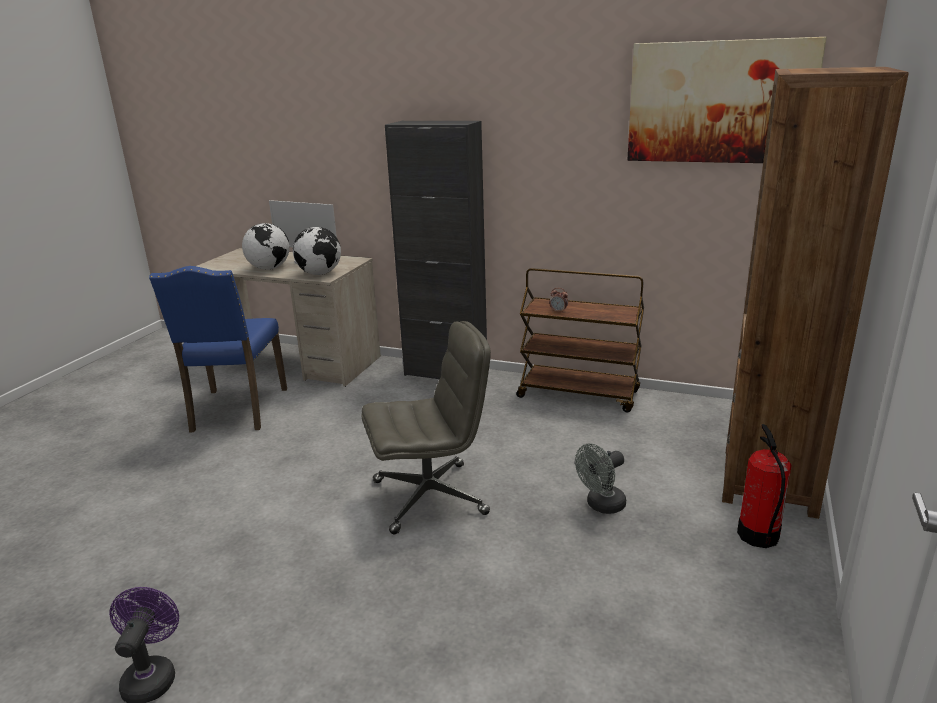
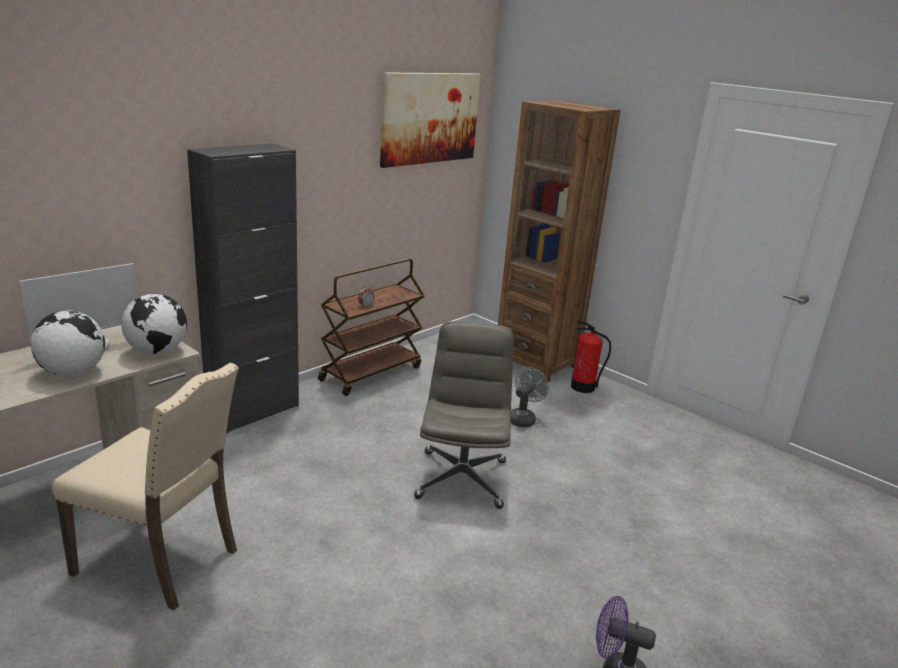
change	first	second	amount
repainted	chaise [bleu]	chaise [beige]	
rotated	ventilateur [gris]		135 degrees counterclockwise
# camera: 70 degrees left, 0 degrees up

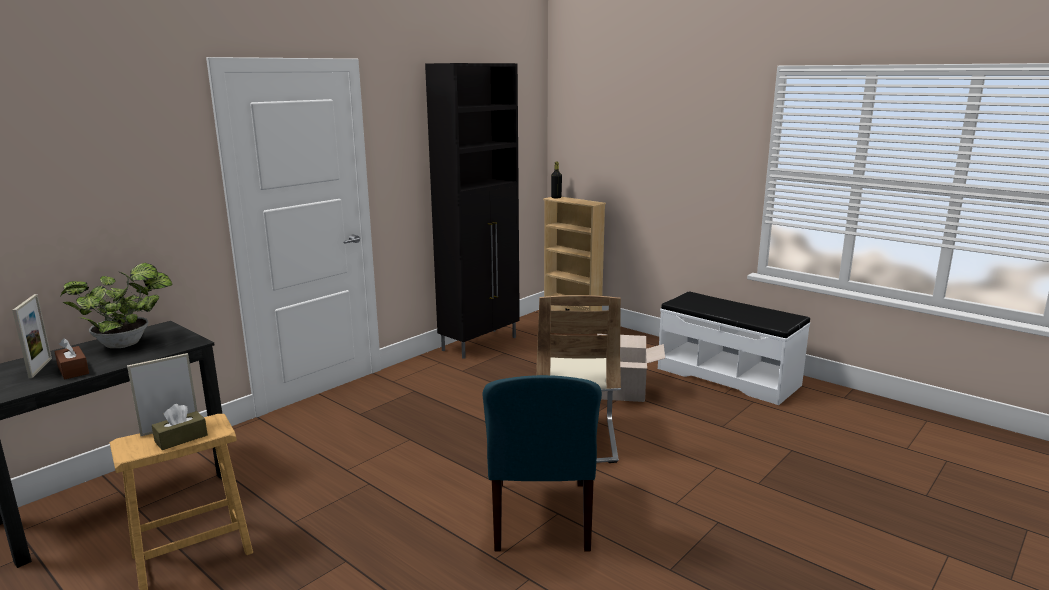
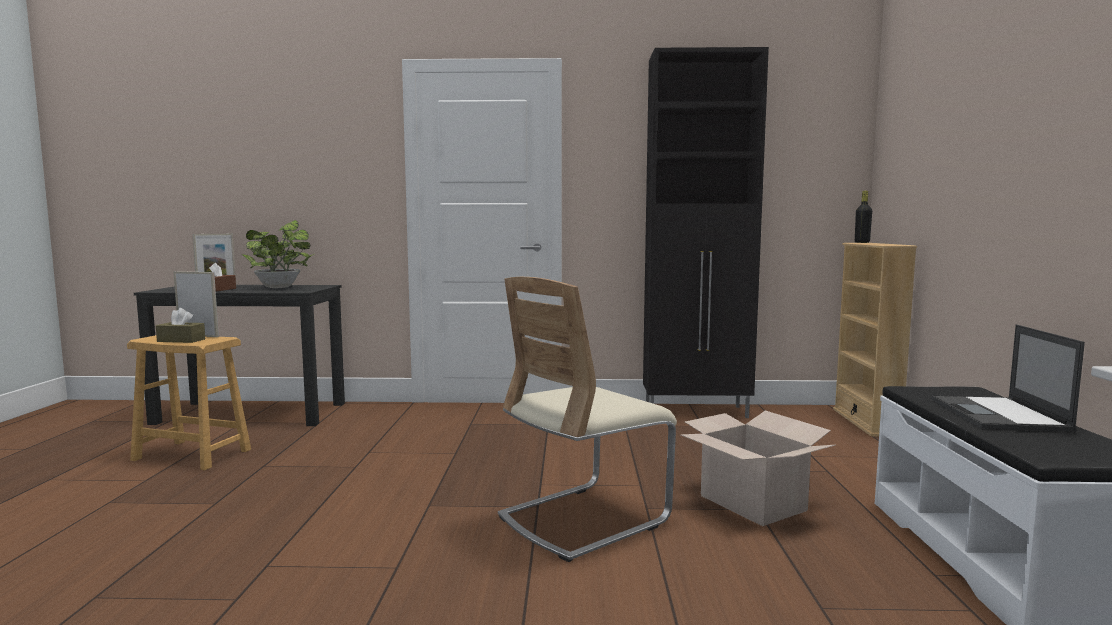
change	first	second	amount
gone	chaise [bleu]		
new		ordinateur portable	
# camera: 50 degrees right, 10 degrees down

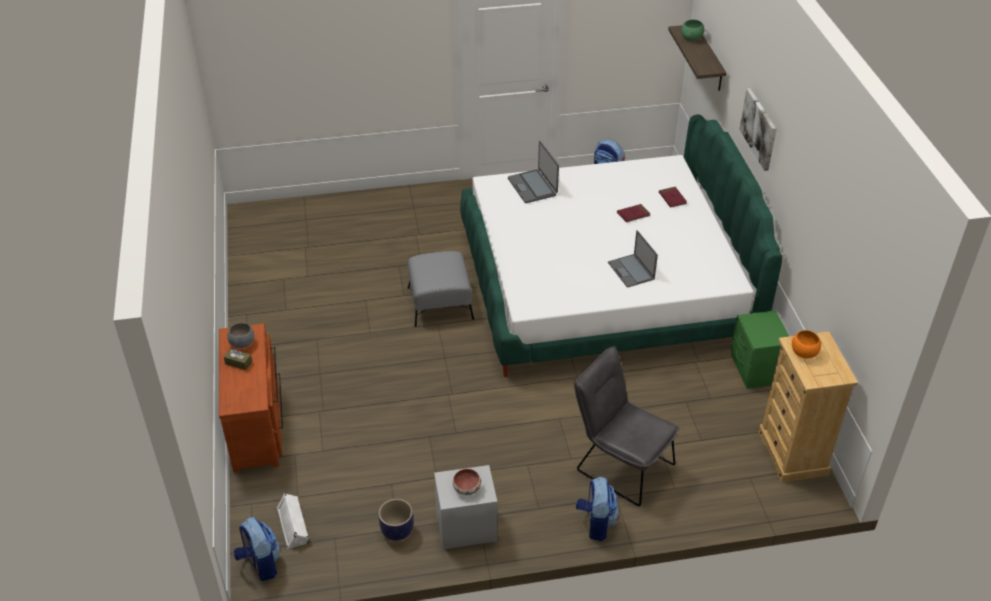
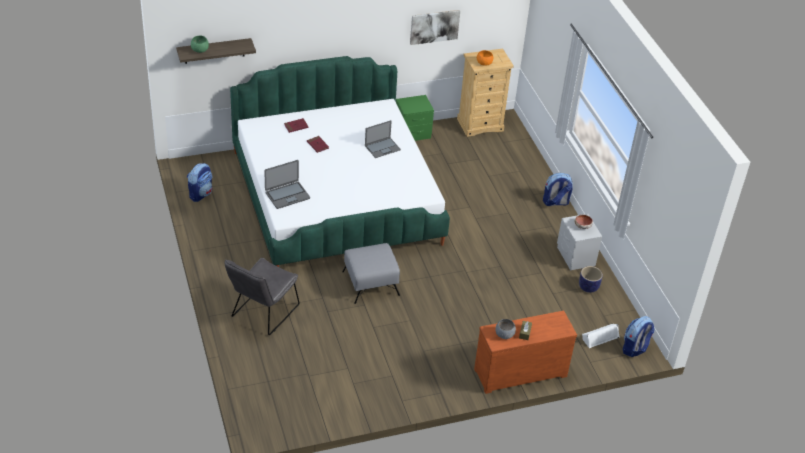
change	first	second	amount
shifted	chaise [gris]		
shifted	tableau		
# camera: 100 degrees left, 0 degrees up

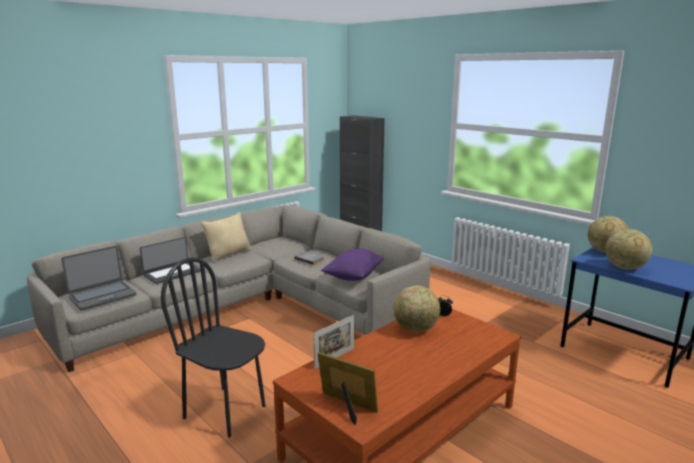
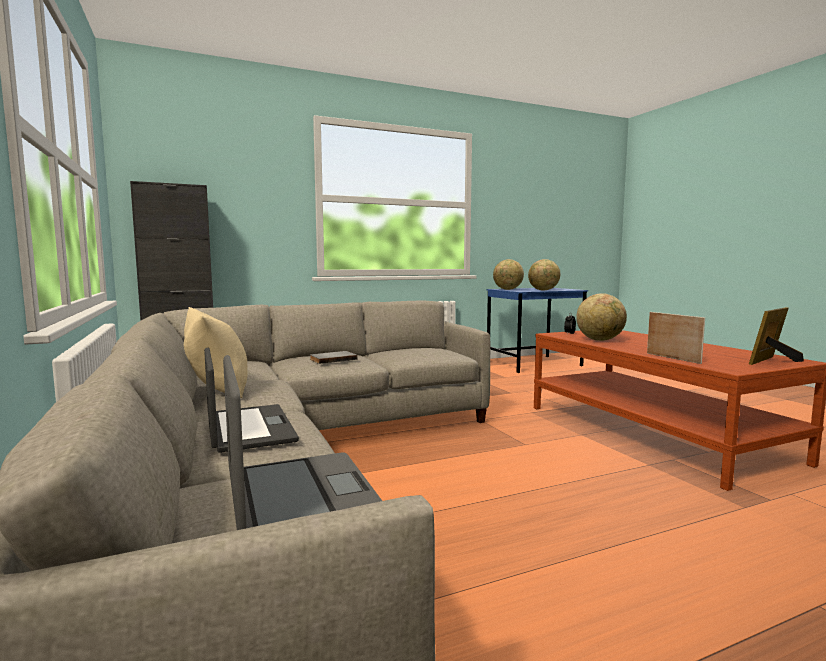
change	first	second	amount
gone	chaise [noir]		
gone	coussin [violet]		
# camera: 70 degrees left, 10 degrees down

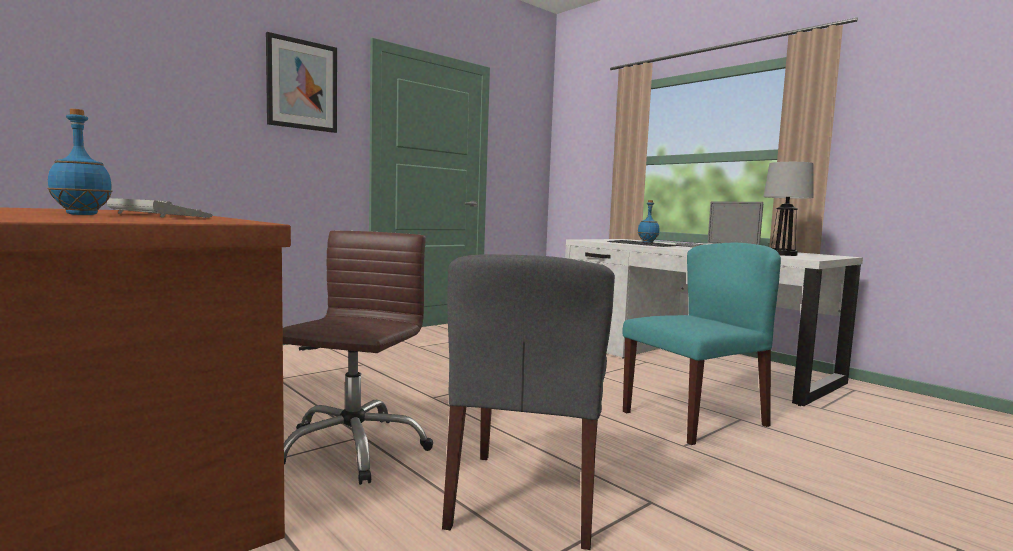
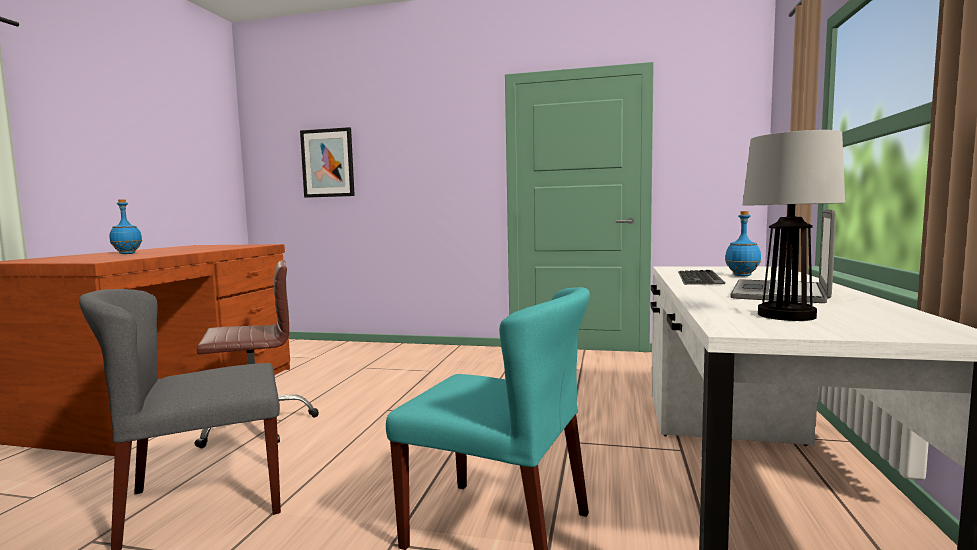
change	first	second	amount
gone	clavier (no. 1 from left)		
shifted	tableau		
# camera: 55 degrees right, 0 degrees up

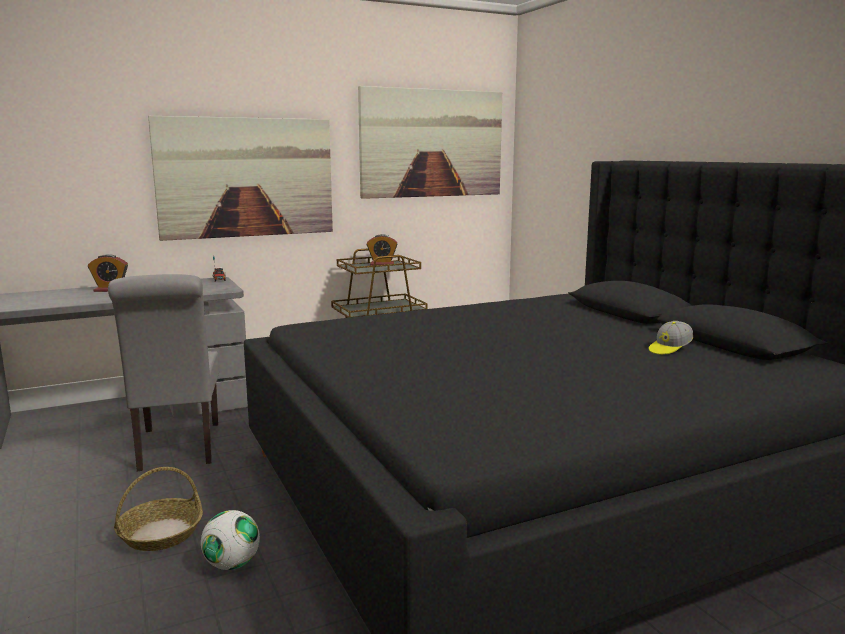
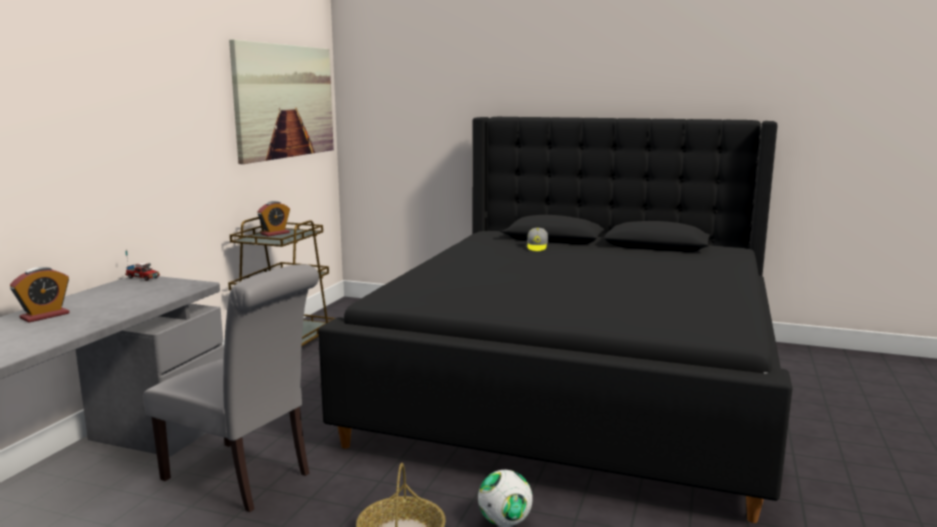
change	first	second	amount
gone	tableau (no. 1 from left)		
shifted	casquette		
# camera: 45 degrees left, 0 degrees up

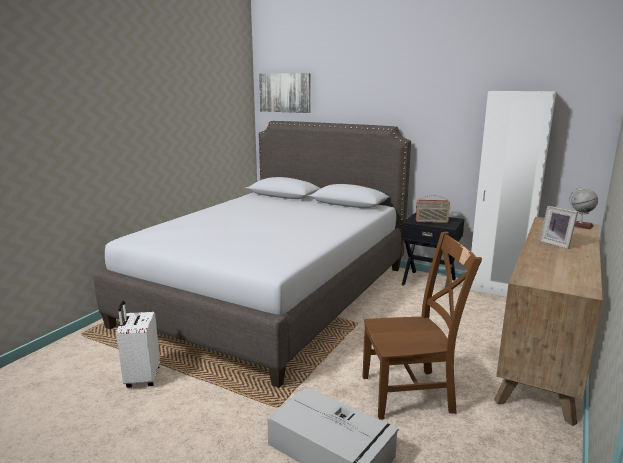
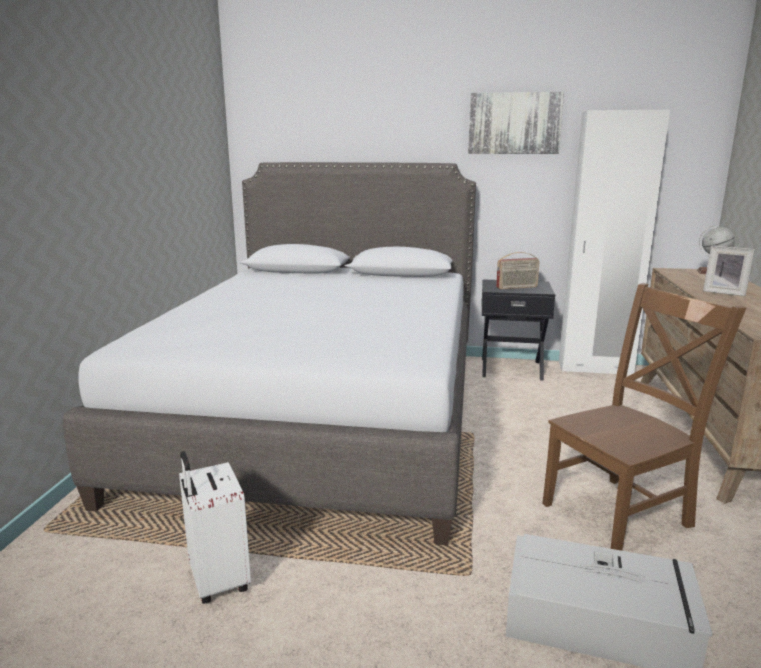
change	first	second	amount
shifted	tableau		
# camera: 20 degrees left, 0 degrees up

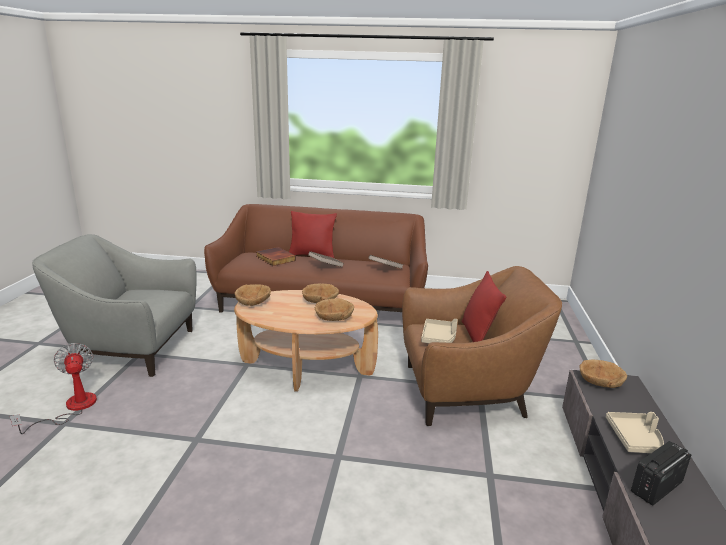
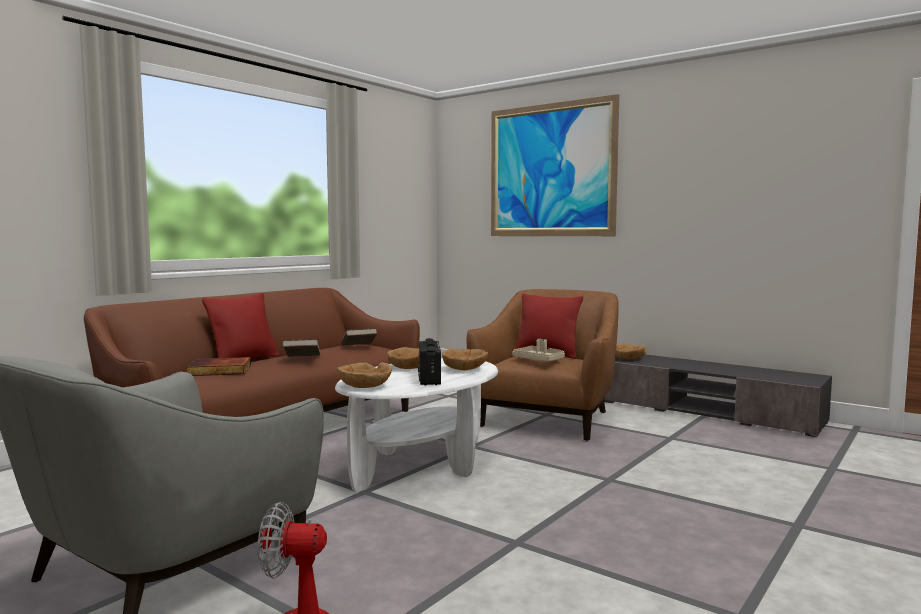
change	first	second	amount
gone	plateau [beige] (no. 2 from left)		
new		tableau	
shifted	radio		
repainted	table basse [marron]	table basse [blanc]	
# camera: 60 degrees left, 15 degrees down

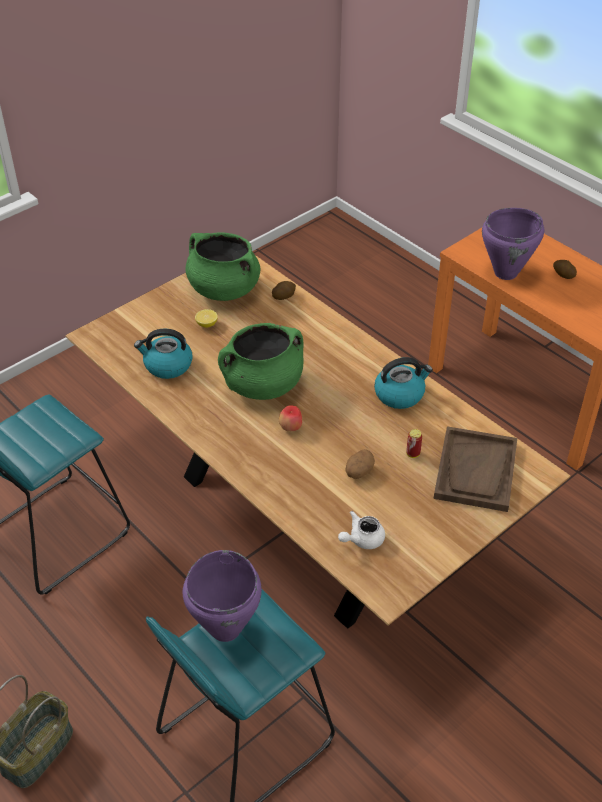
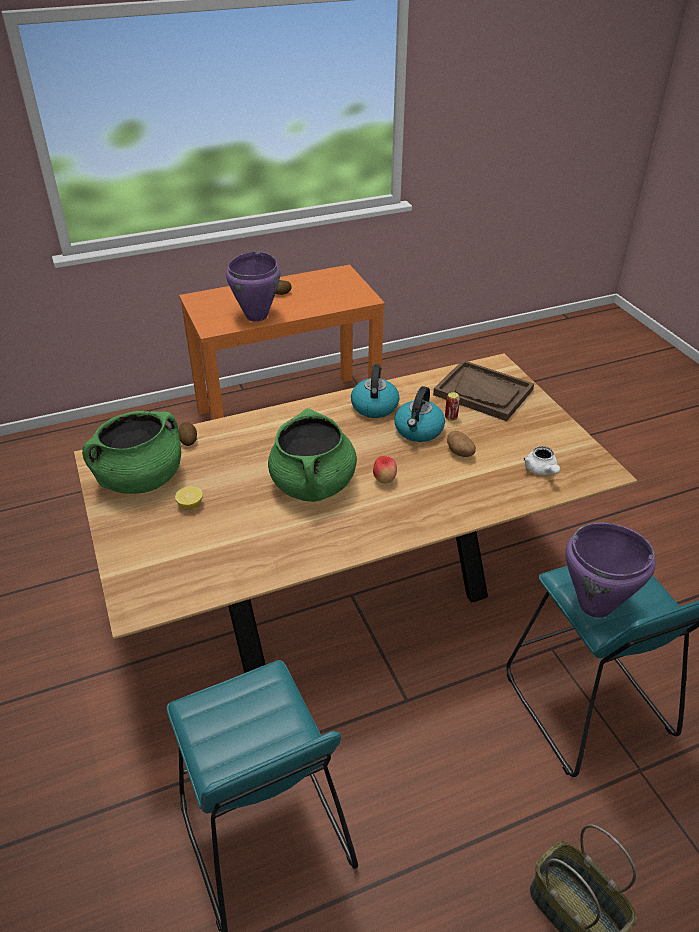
change	first	second	amount
shifted	bouilloire (no. 1 from left in the first image)	bouilloire (no. 2 from left)	
# camera: 70 degrees left, 5 degrees down

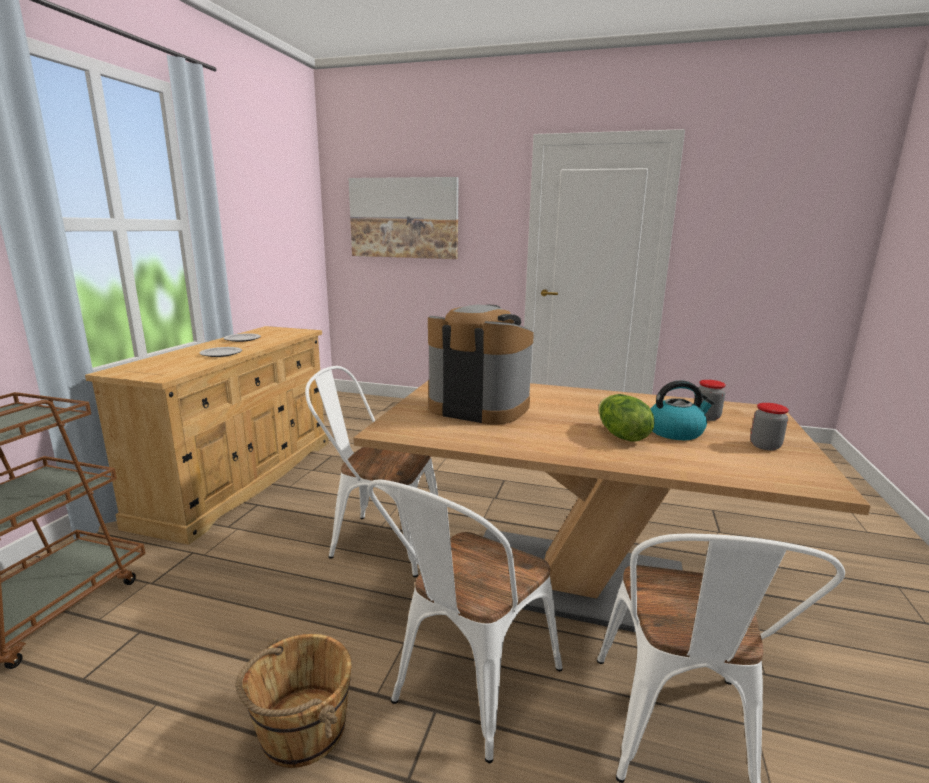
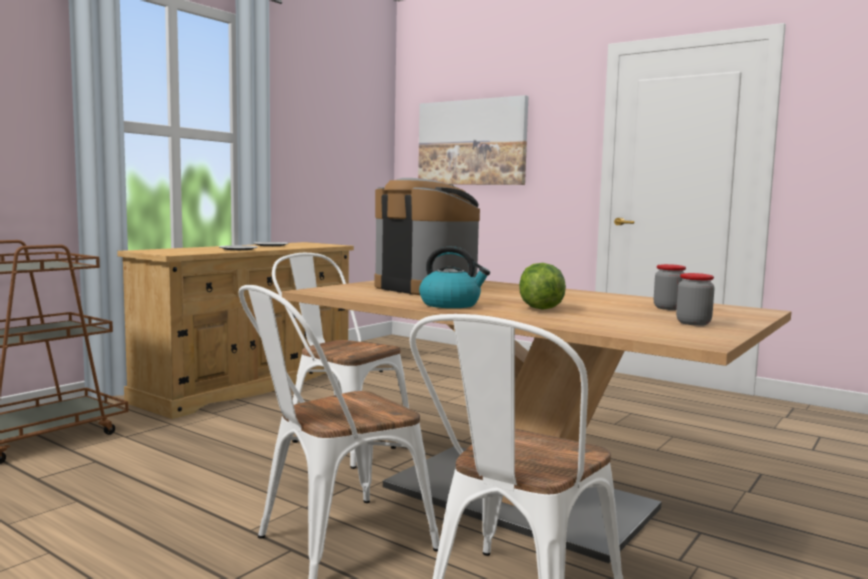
change	first	second	amount
gone	seau [marron]		
shifted	bouilloire		
# camera: 20 degrees right, 10 degrees down

